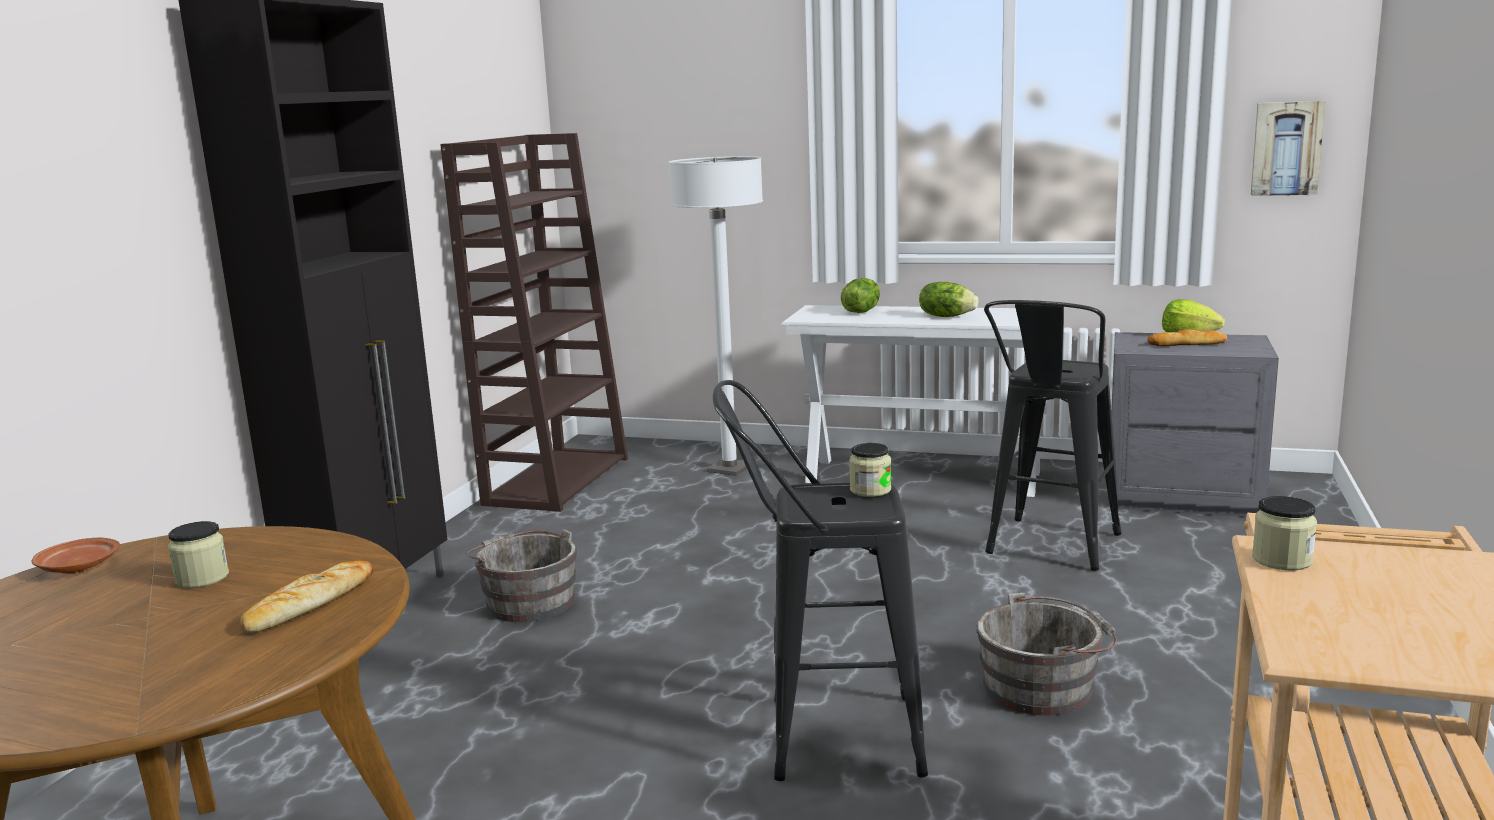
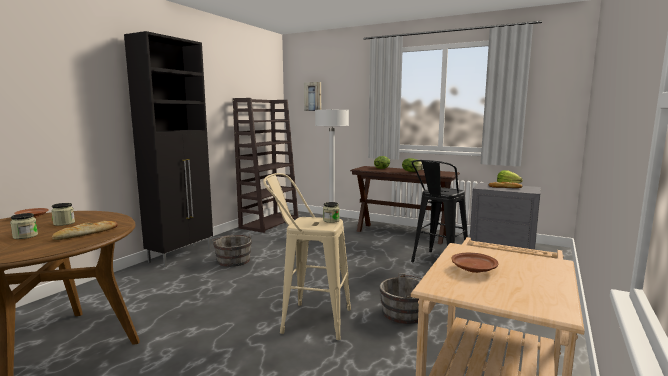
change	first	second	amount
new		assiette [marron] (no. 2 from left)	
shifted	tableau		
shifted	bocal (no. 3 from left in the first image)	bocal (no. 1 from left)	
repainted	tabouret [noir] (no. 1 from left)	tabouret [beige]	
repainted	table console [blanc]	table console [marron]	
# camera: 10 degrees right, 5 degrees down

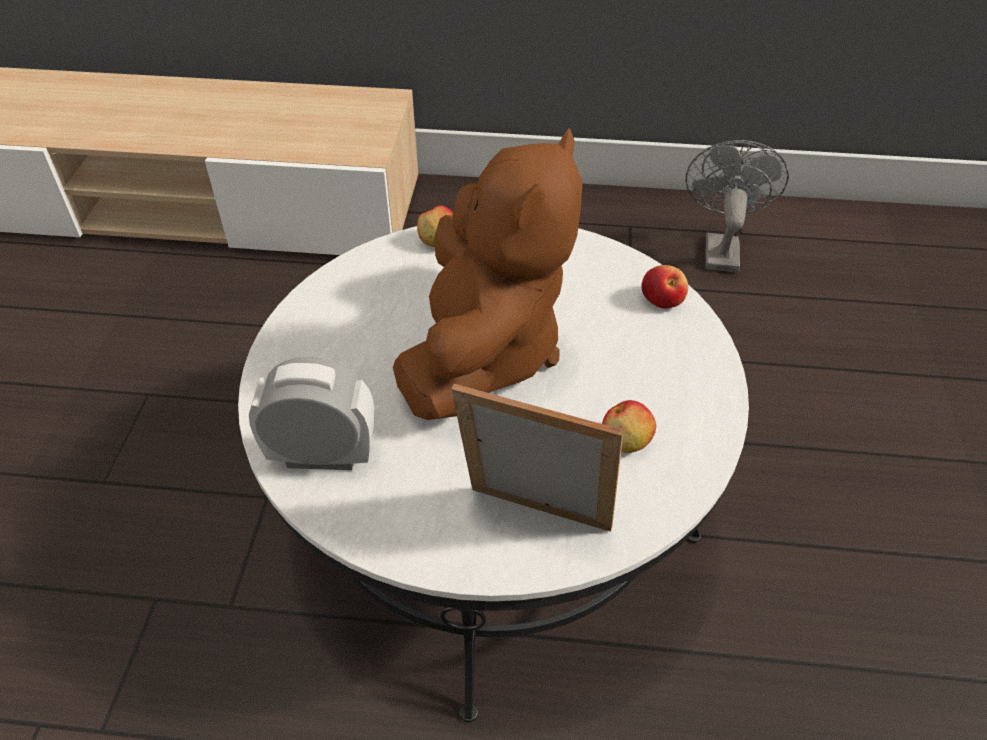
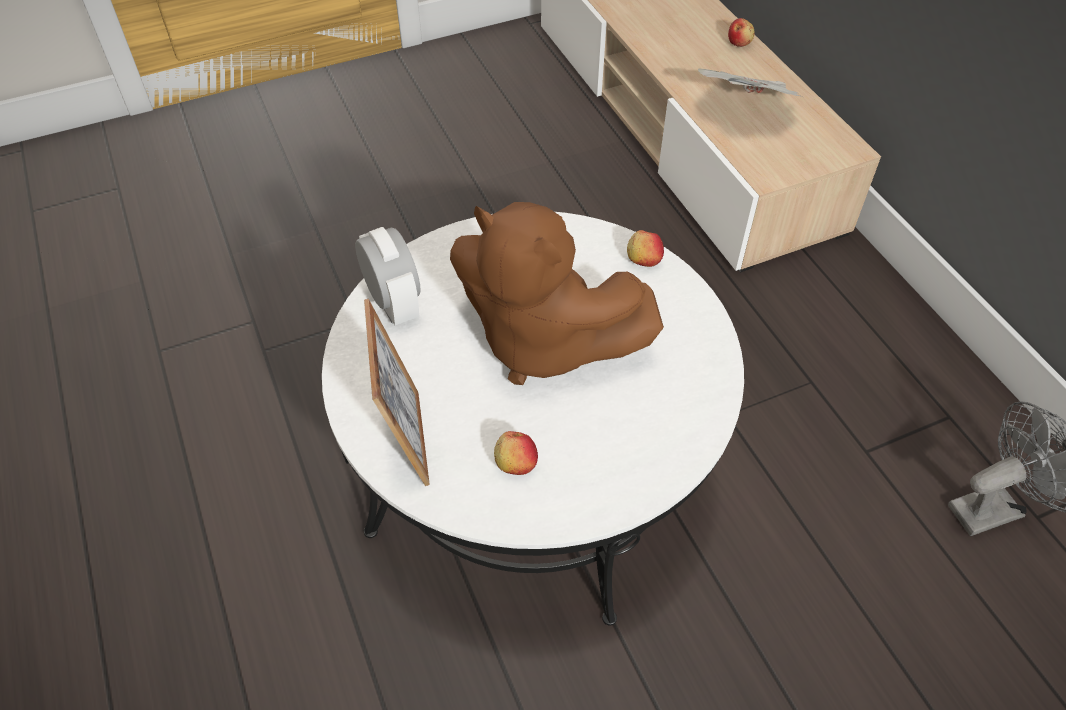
change	first	second	amount
new		journal	
shifted	pomme (no. 3 from left)		
rotated	peluche [marron]		45 degrees clockwise
# camera: 60 degrees right, 5 degrees up

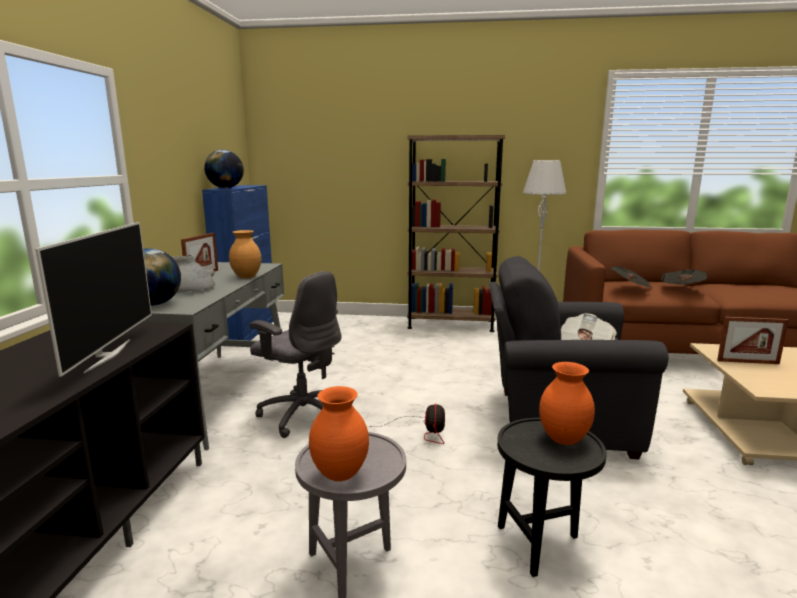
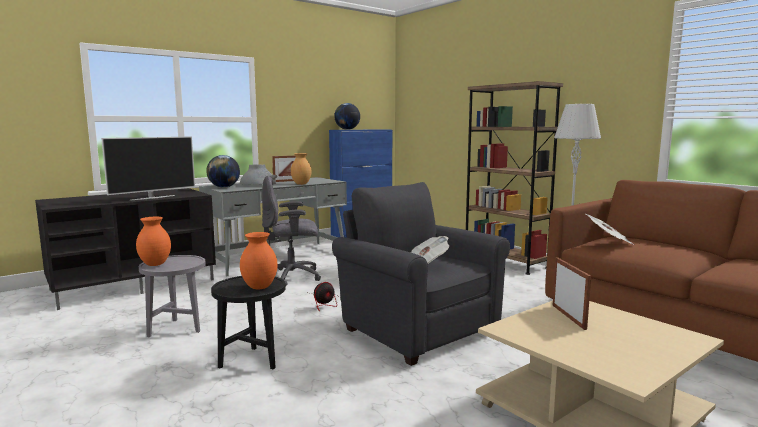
change	first	second	amount
gone	journal (no. 3 from left)		
rotated	chaise de bureau [gris]		90 degrees clockwise
rotated	cadre photo (no. 2 from left)		150 degrees counterclockwise
# camera: 45 degrees right, 5 degrees down

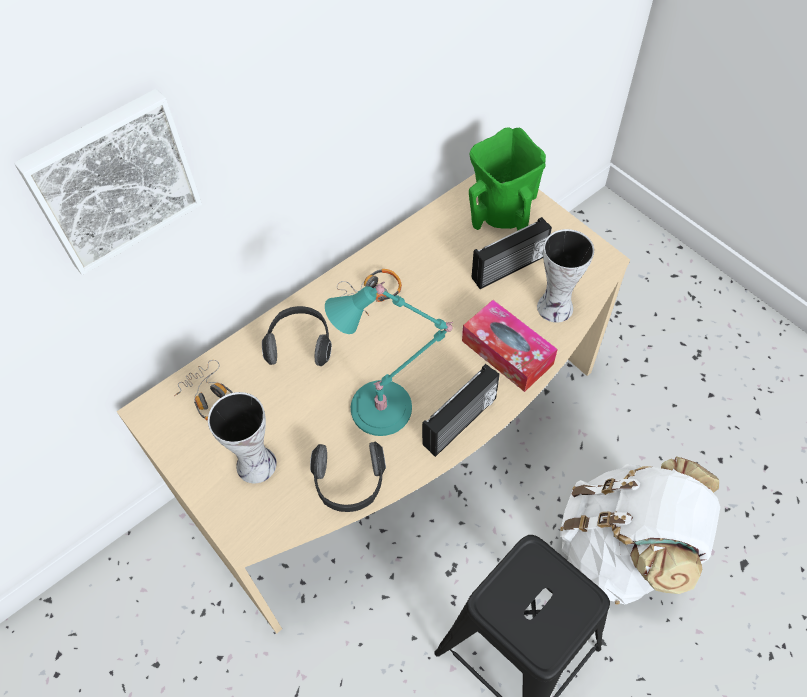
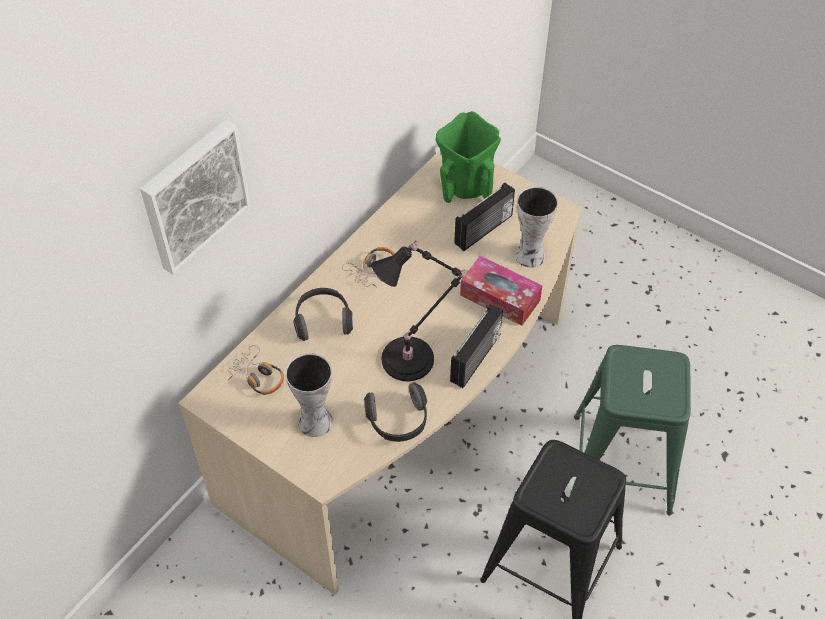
change	first	second	amount
swapped	sac à dos [blanc]	tabouret [vert]	
repainted	lampe de table [turquoise]	lampe de table [noir]	
# camera: 15 degrees left, 5 degrees down

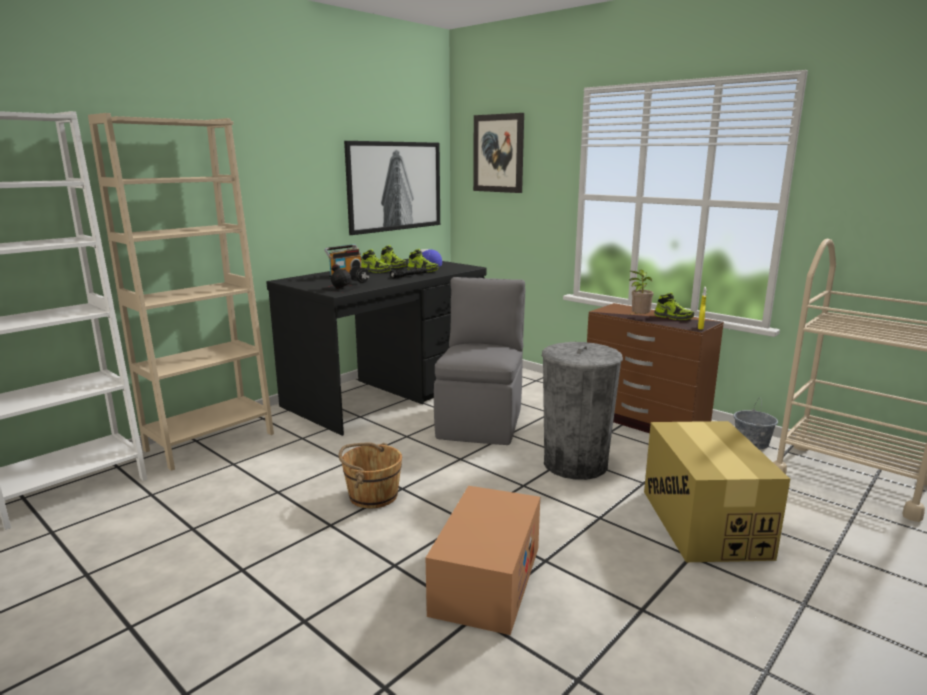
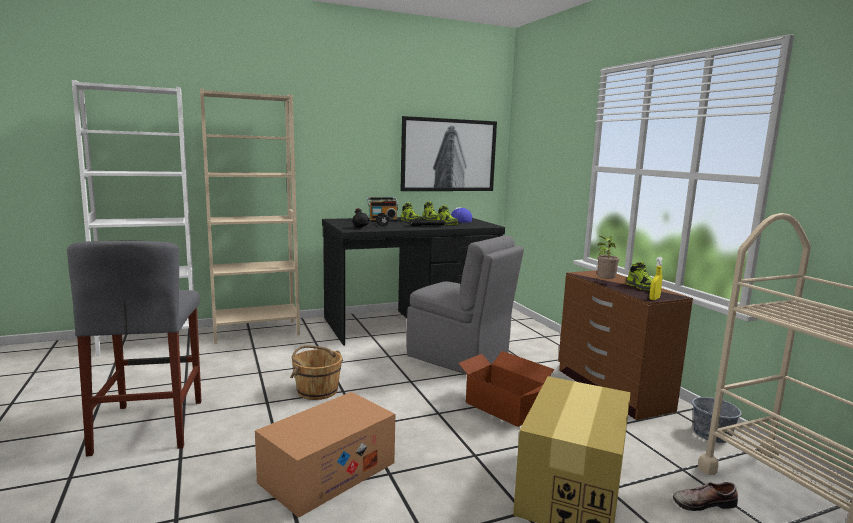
change	first	second	amount
gone	tableau (no. 2 from left)		
new		tabouret [gris]	
new		chaussure (no. 5 from left)	
swapped	poubelle [gris]	carton (no. 2 from left)	
rotated	chaise [gris]		90 degrees clockwise
# camera: 25 degrees right, 5 degrees down

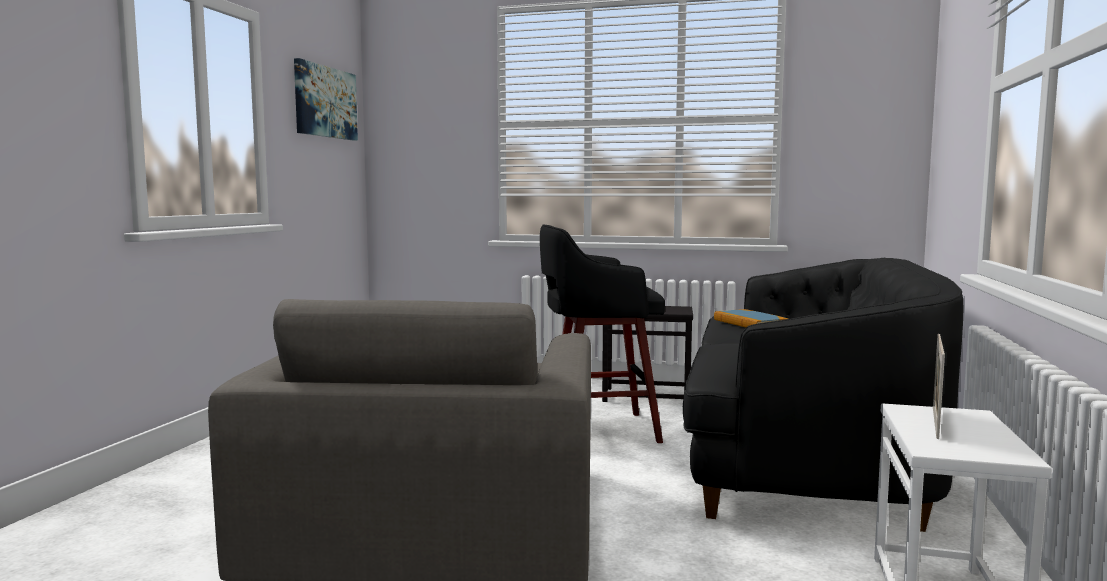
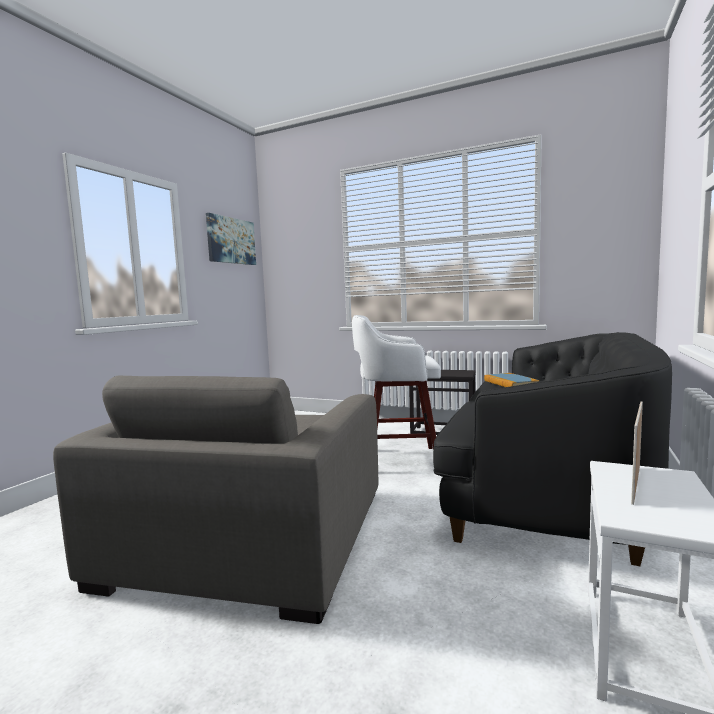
change	first	second	amount
repainted	tabouret [noir]	tabouret [blanc]	
# camera: 10 degrees right, 0 degrees up

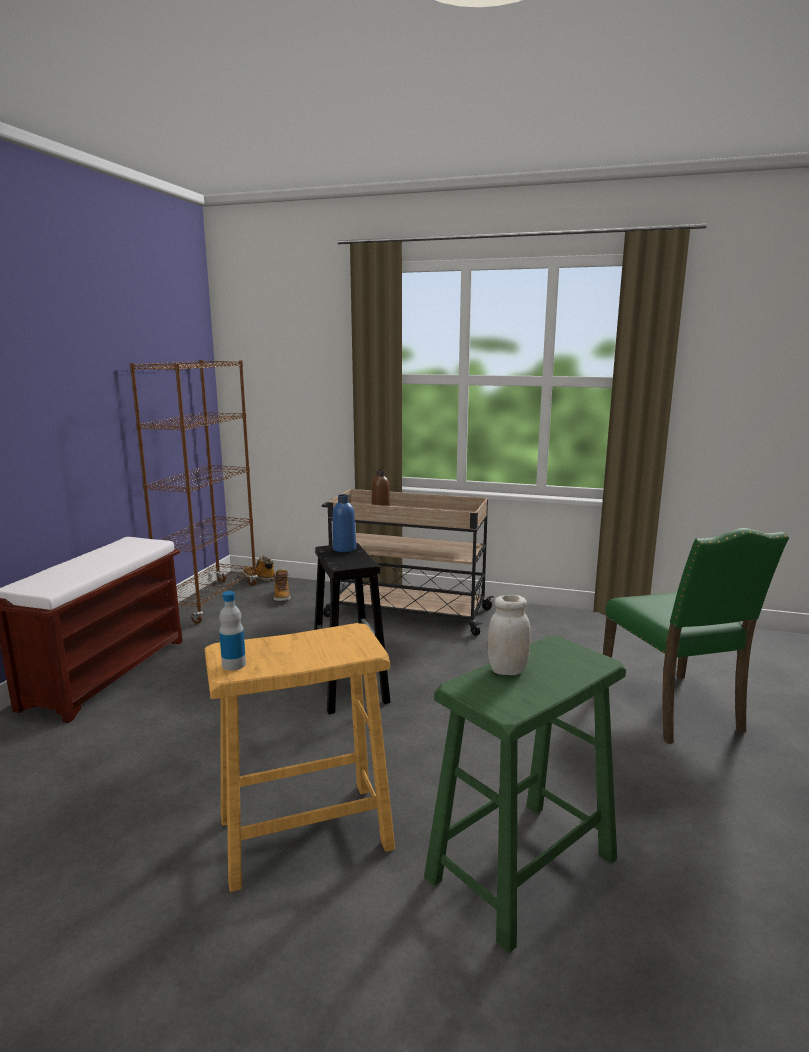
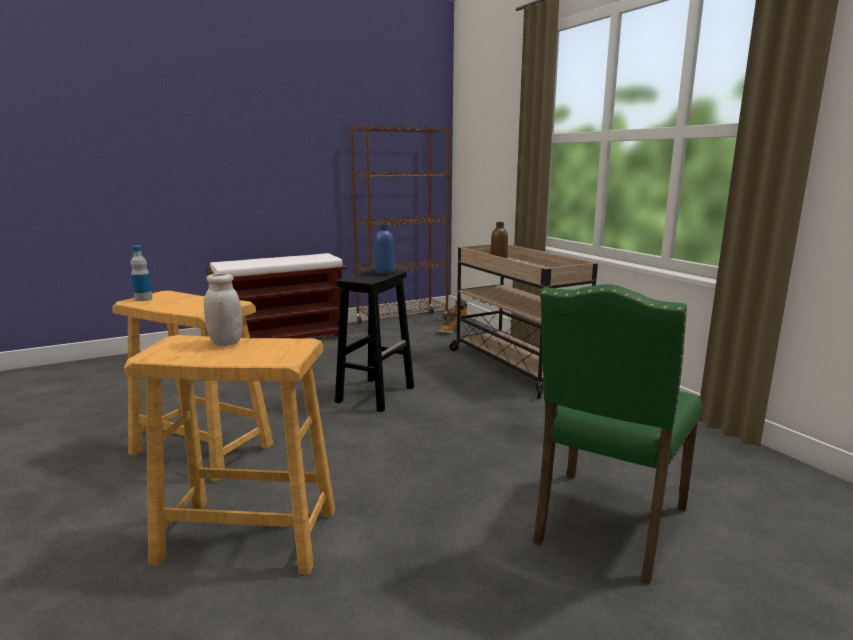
change	first	second	amount
repainted	tabouret [vert]	tabouret [beige] (no. 2 from left)	
# camera: 45 degrees right, 0 degrees up

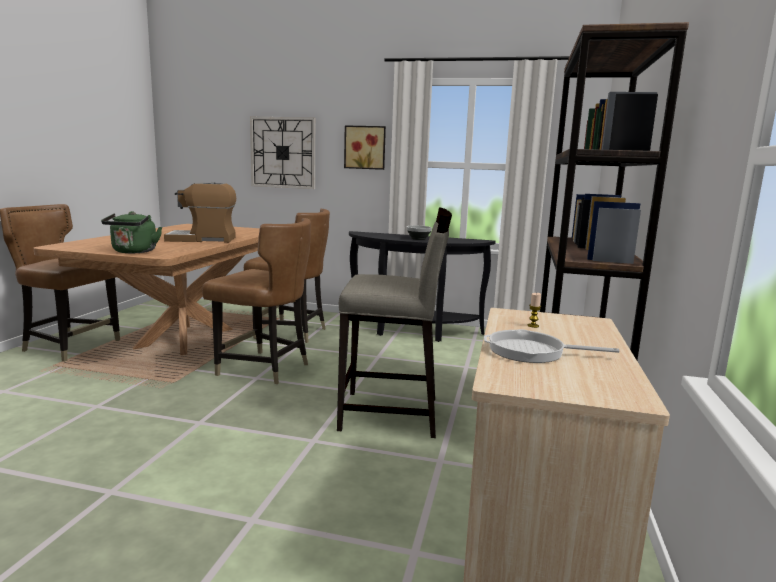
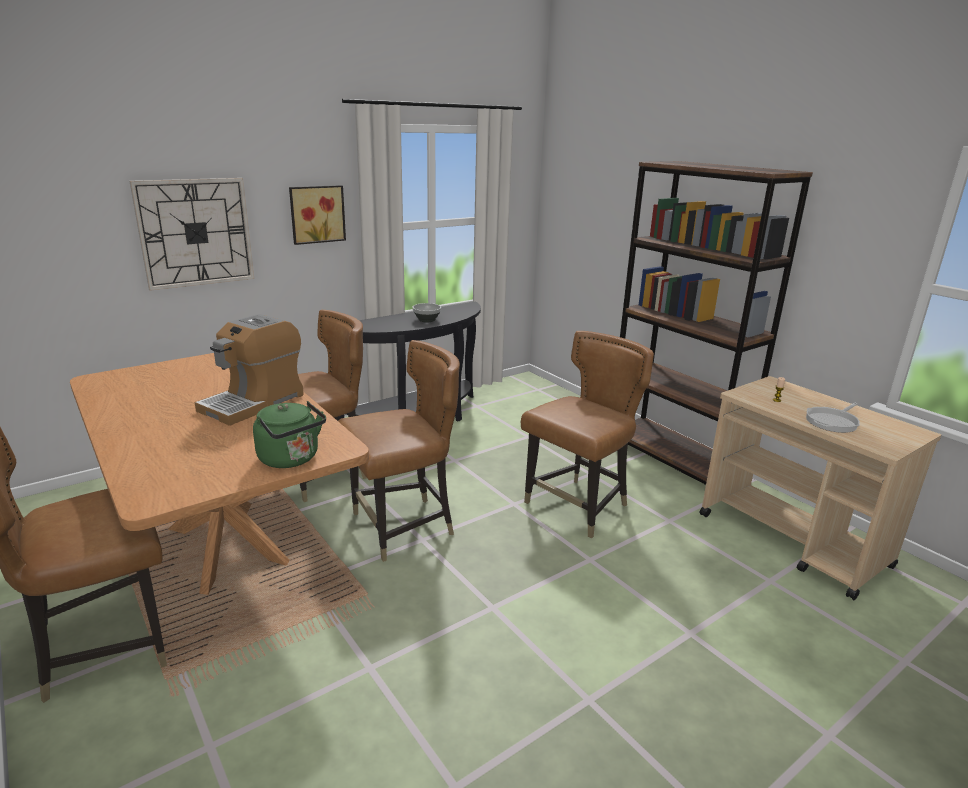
change	first	second	amount
swapped	tabouret [beige]	chaise [marron] (no. 4 from left)	
# camera: 50 degrees left, 10 degrees up

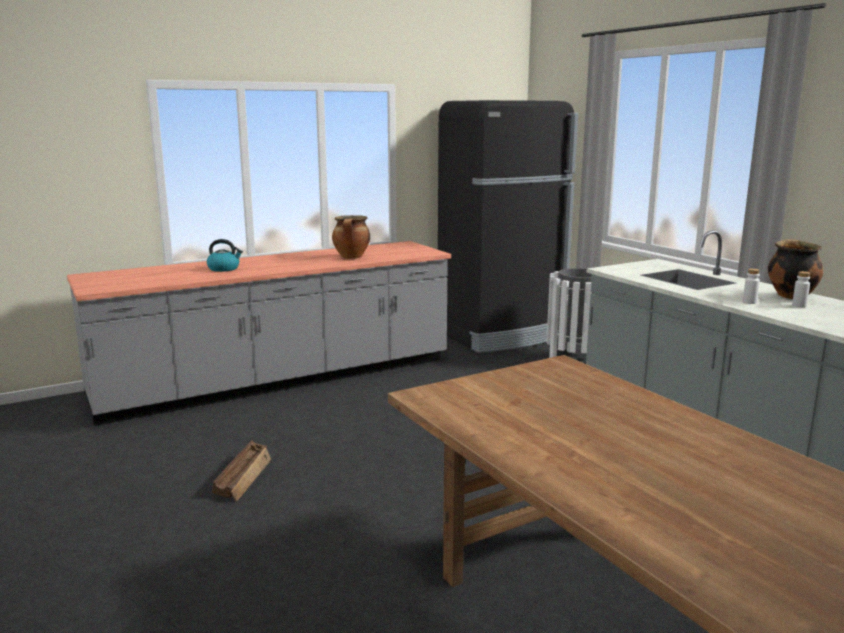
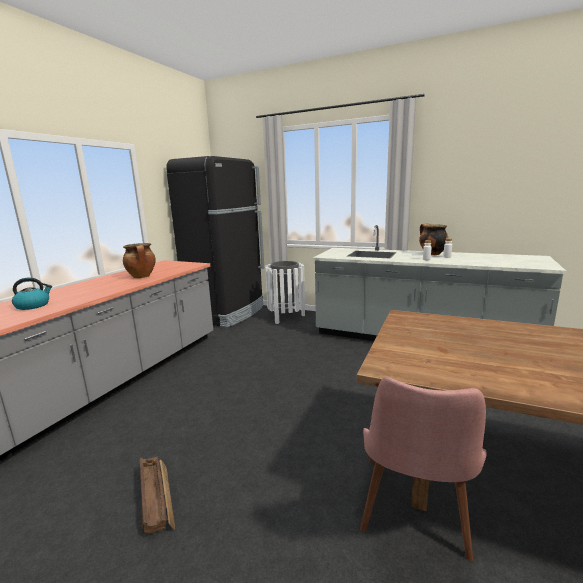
change	first	second	amount
new		chaise [rose]	
# camera: 35 degrees left, 0 degrees up

